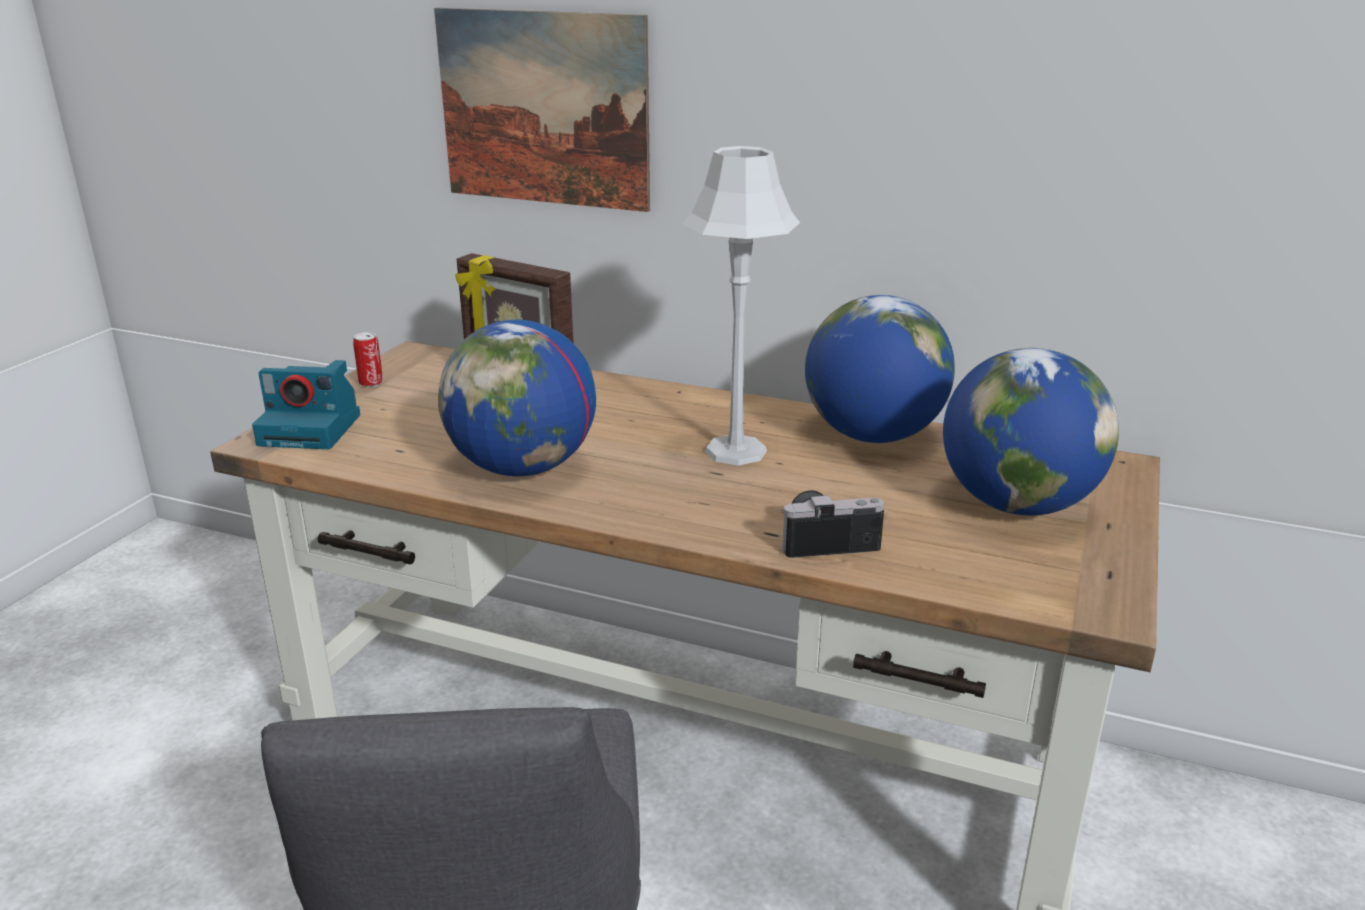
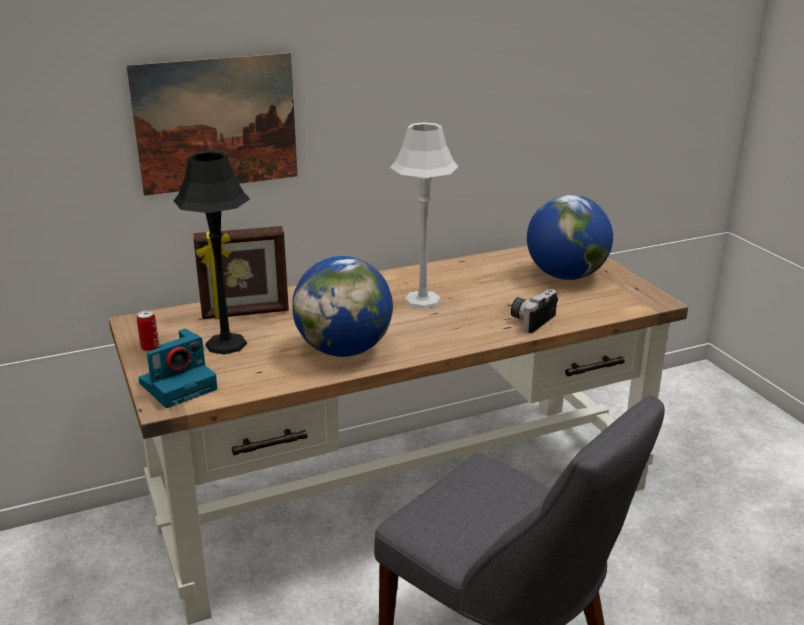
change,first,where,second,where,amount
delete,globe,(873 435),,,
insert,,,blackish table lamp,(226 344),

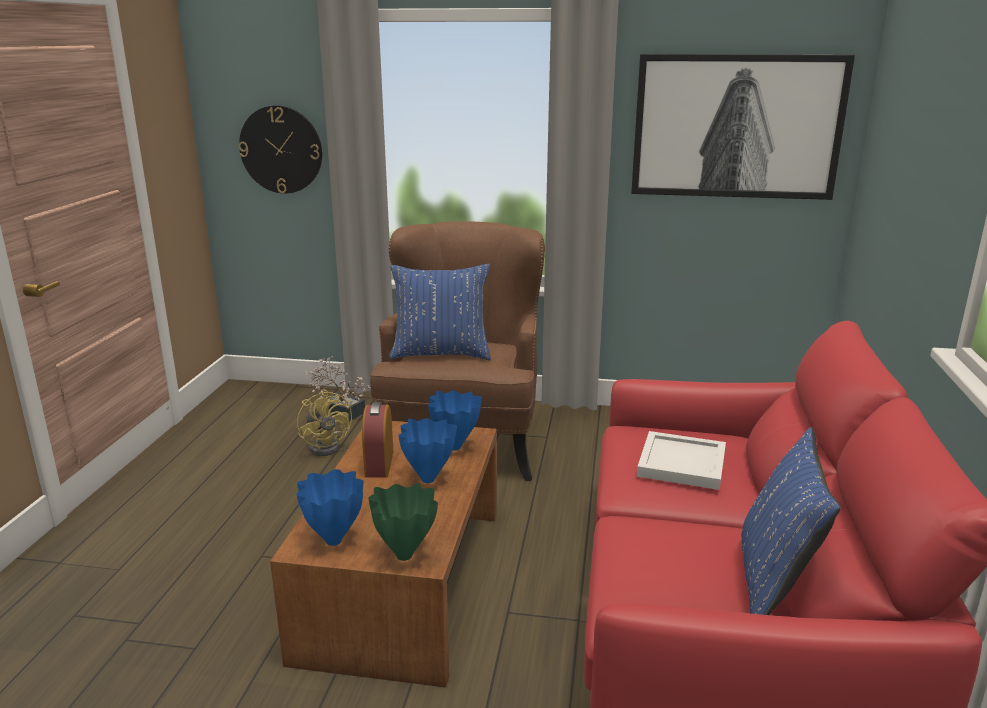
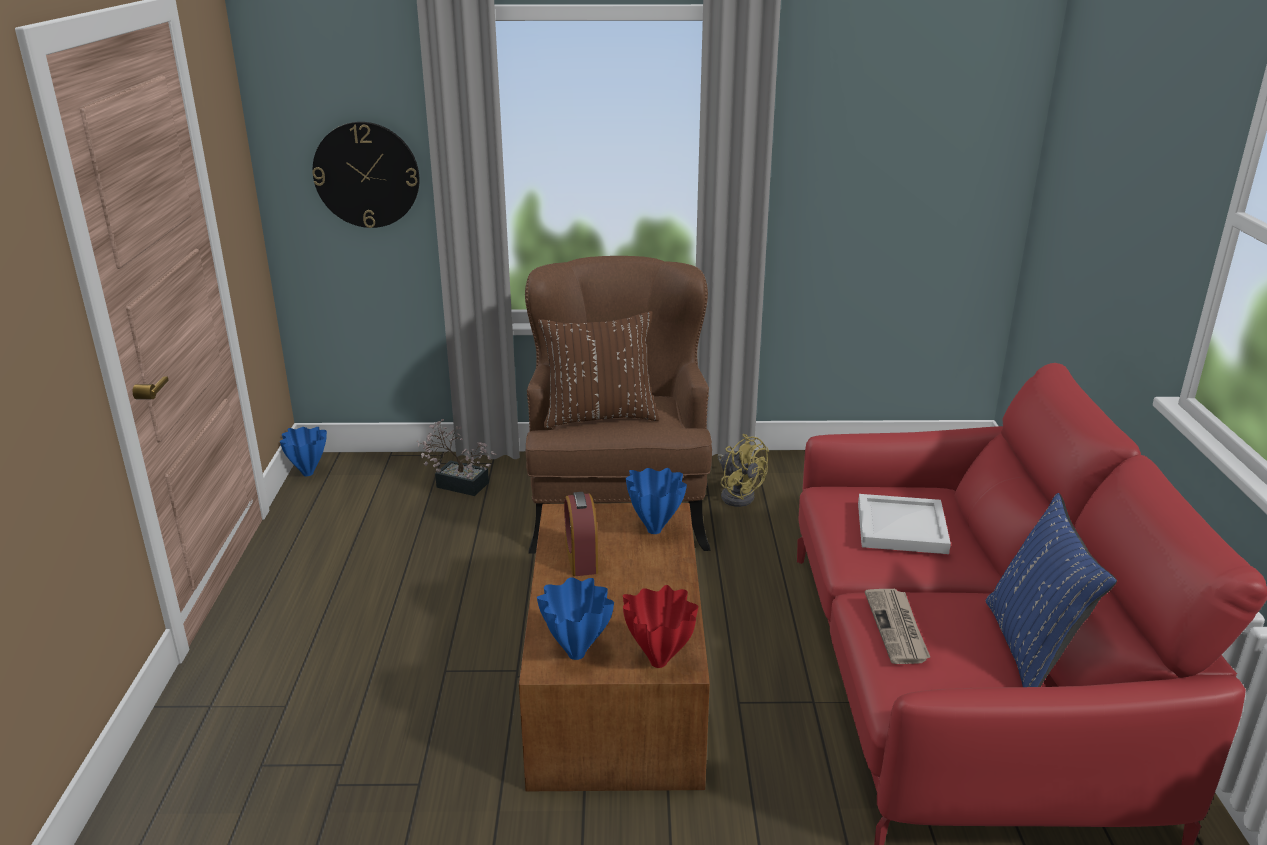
change,first,where,second,where,amount
delete,picture,(736 127),,,
insert,,,newspaper,(897 628),
move,yellow-coloured electric fan,(328 446),,(738 494),
move,blue decorative vase,(428 480),,(308 474),
recolor,greenish decorative vase,(405 556),red-coloured decorative vase,(660 663),
recolor,blue pillow,(441 354),brown pillow,(599 416),

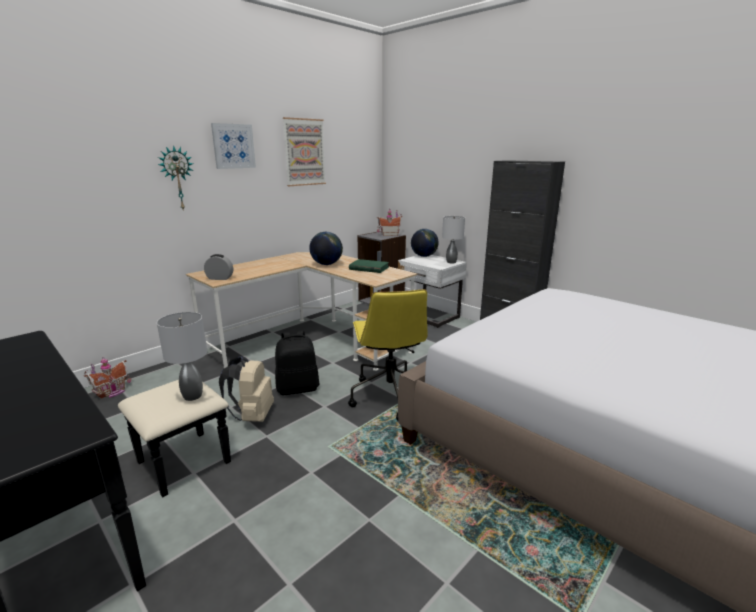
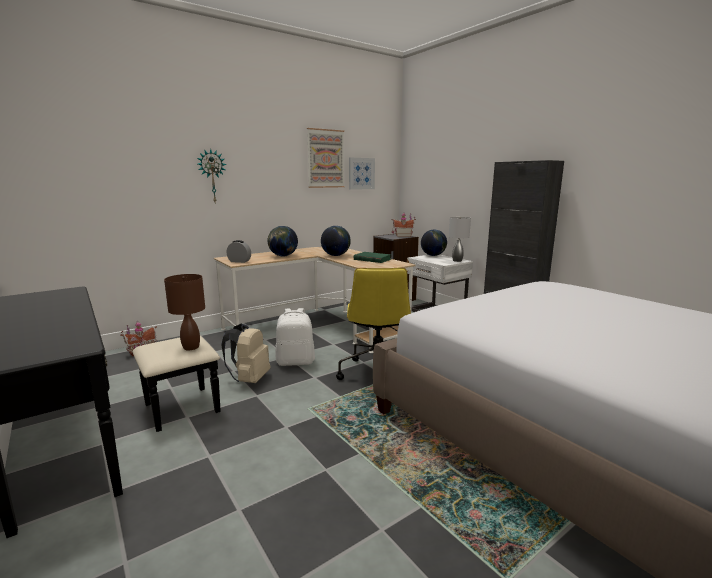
change,first,where,second,where,amount
insert,,,globe,(283 256),
move,picture,(233 146),,(361 173),
recolor,grey table lamp,(193 395),brown table lamp,(191 347),
recolor,blackish rucksack,(298 388),white-coloured rucksack,(296 361),

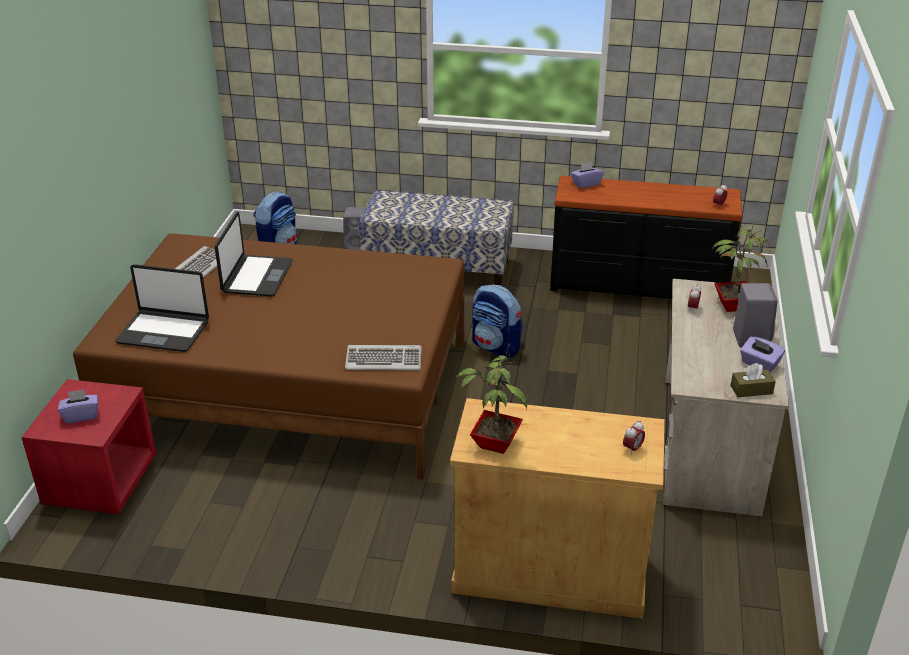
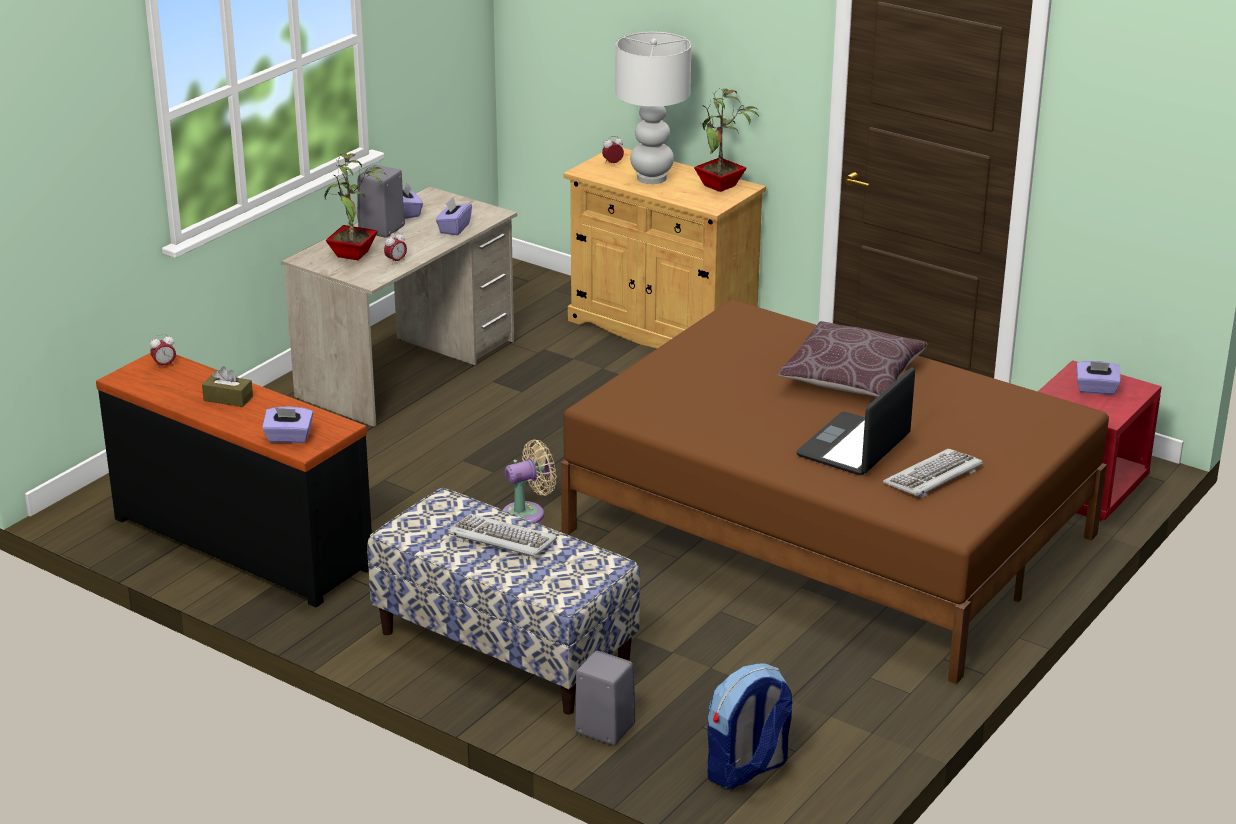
change,first,where,second,where,amount
delete,portable computer,(164 331),,,
insert,,,purple-coloured tissue holder,(454 228),
insert,,,white-coloured table lamp,(651 178),
insert,,,brown pillow,(851 378),
move,keyboard,(384 360),,(501 539),
move,brown tissue holder,(751 390),,(228 398),
replace,rucksack,(496 346),beige electric fan,(527 513),

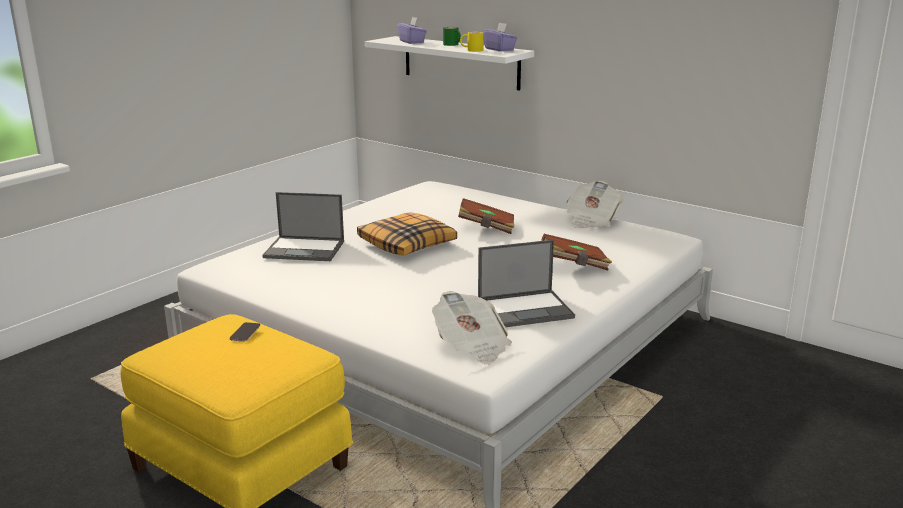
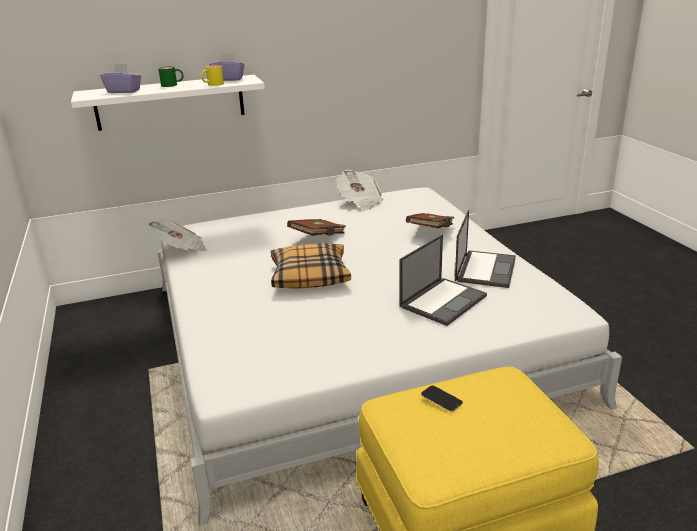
change,first,where,second,where,amount
move,portable computer,(305 249),,(443 301),
move,newspaper,(472 346),,(181 249),

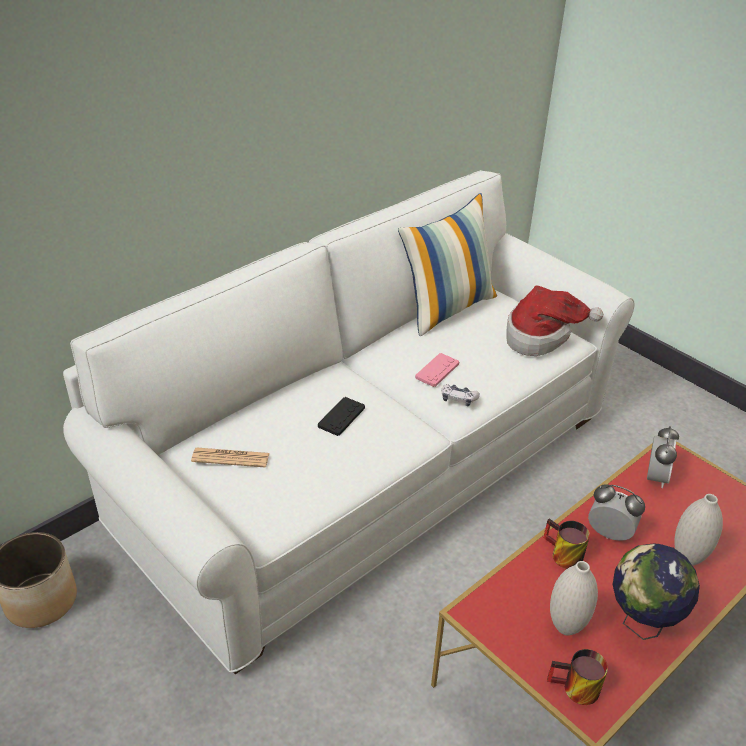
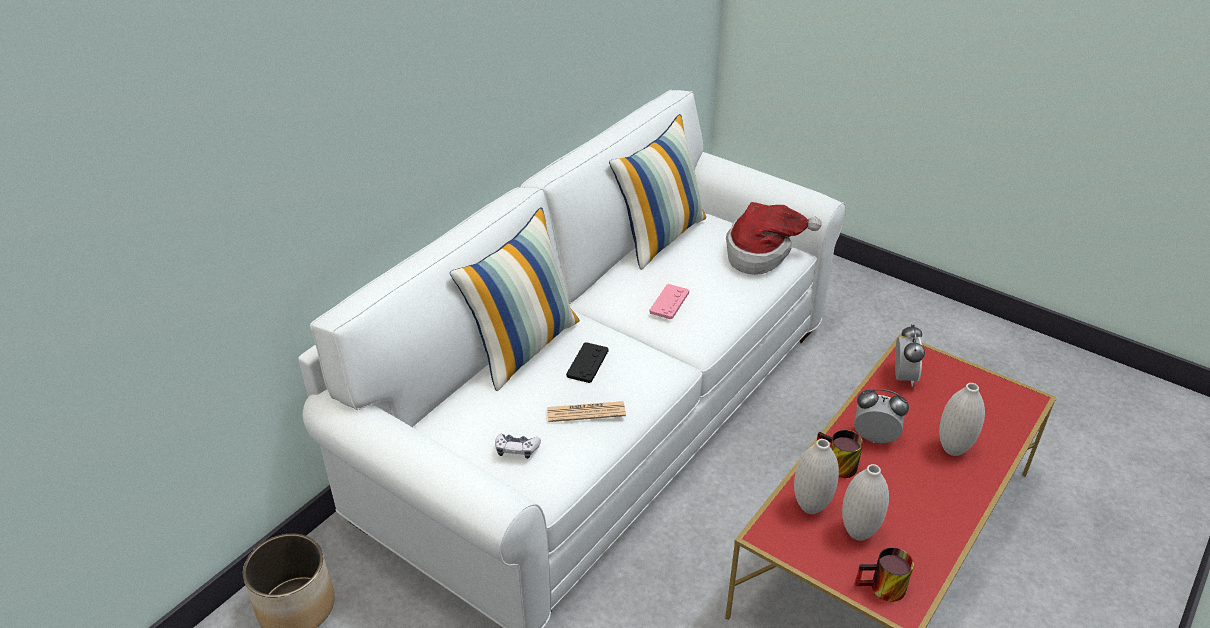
change,first,where,second,where,amount
delete,globe,(641 623),,,
insert,,,pillow,(523 346),
insert,,,white-coloured decorative vase,(810 506),
move,newspaper,(230 458),,(586 412),
move,game controller,(458 399),,(516 449),

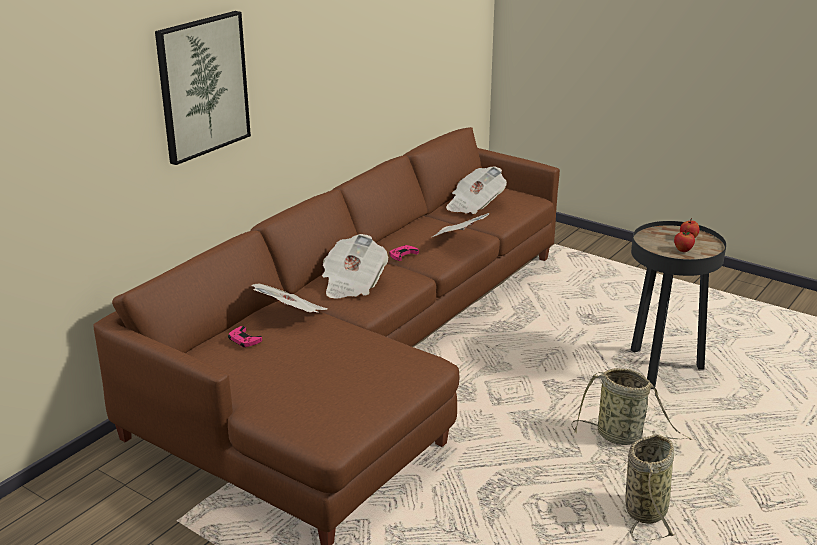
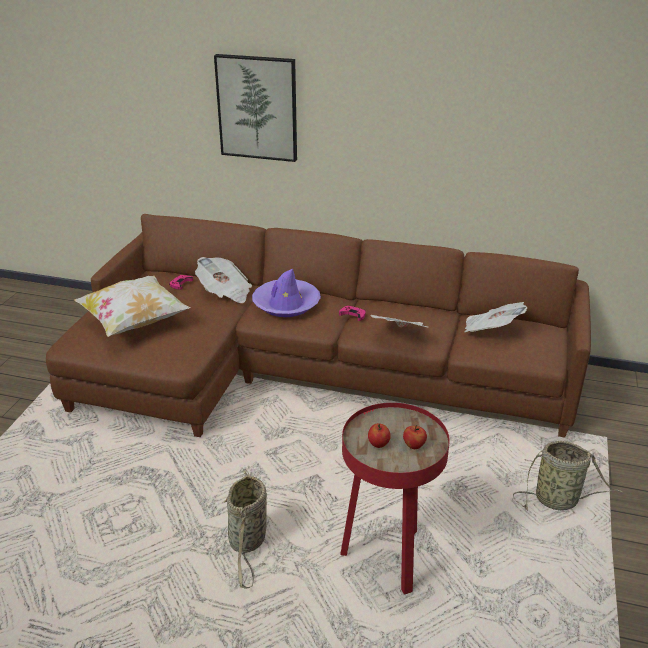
change,first,where,second,where,amount
insert,,,pillow,(135 322),
move,household basket,(646 508),,(559 500),
replace,newspaper,(352 284),purple-coloured hat,(286 304),
recolor,blackish end table,(662 369),red-coloured end table,(387 558),

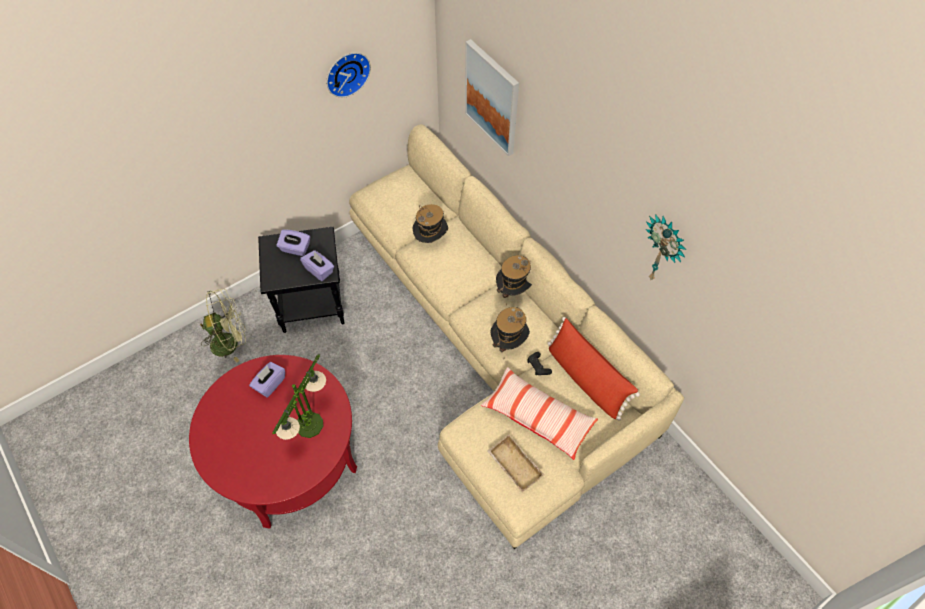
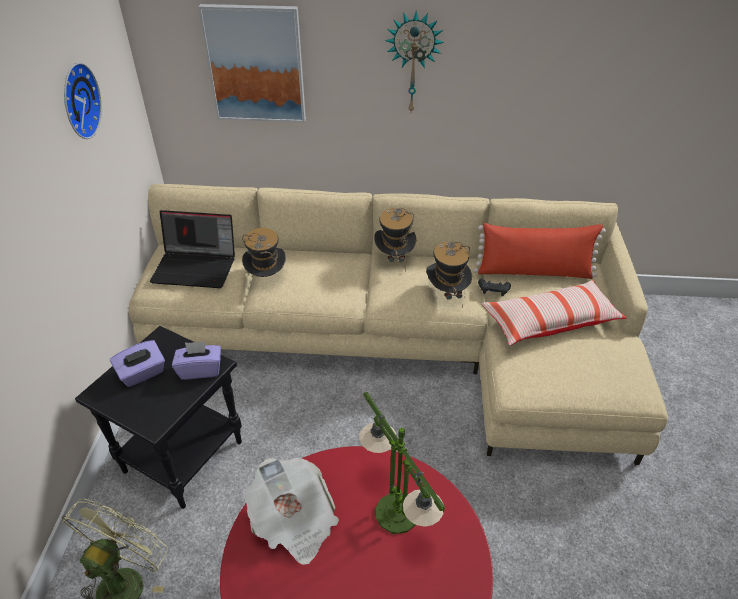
change,first,where,second,where,amount
delete,beige tray,(513 465),,,
insert,,,portable computer,(196 267),
move,clock on the wall,(663 250),,(413 63),
replace,purple-coloured tissue holder,(269 384),newspaper,(294 522),

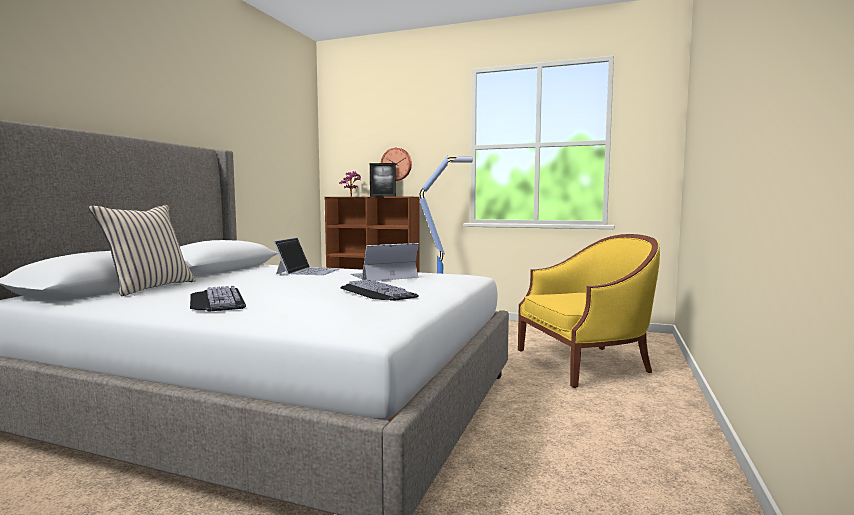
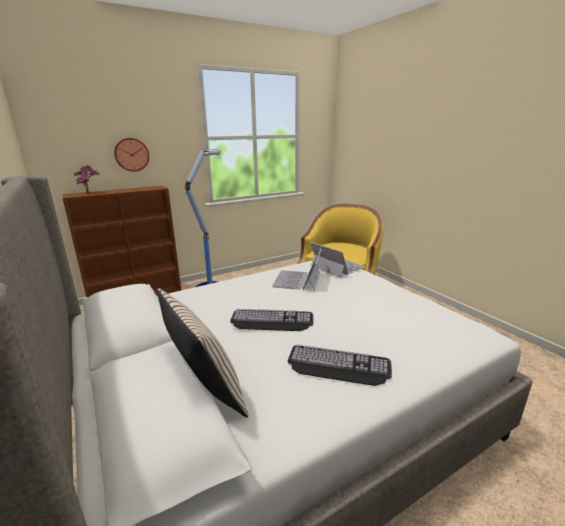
change,first,where,second,where,amount
delete,picture frame,(382 196),,,
move,portable computer,(308 271),,(337 266),
move,keyboard,(373 292),,(271 321),

